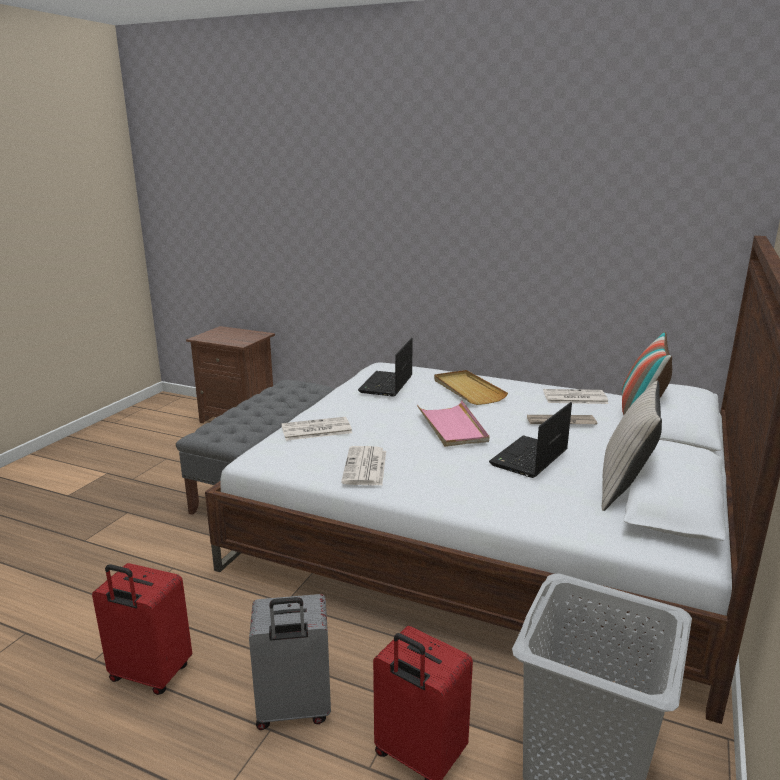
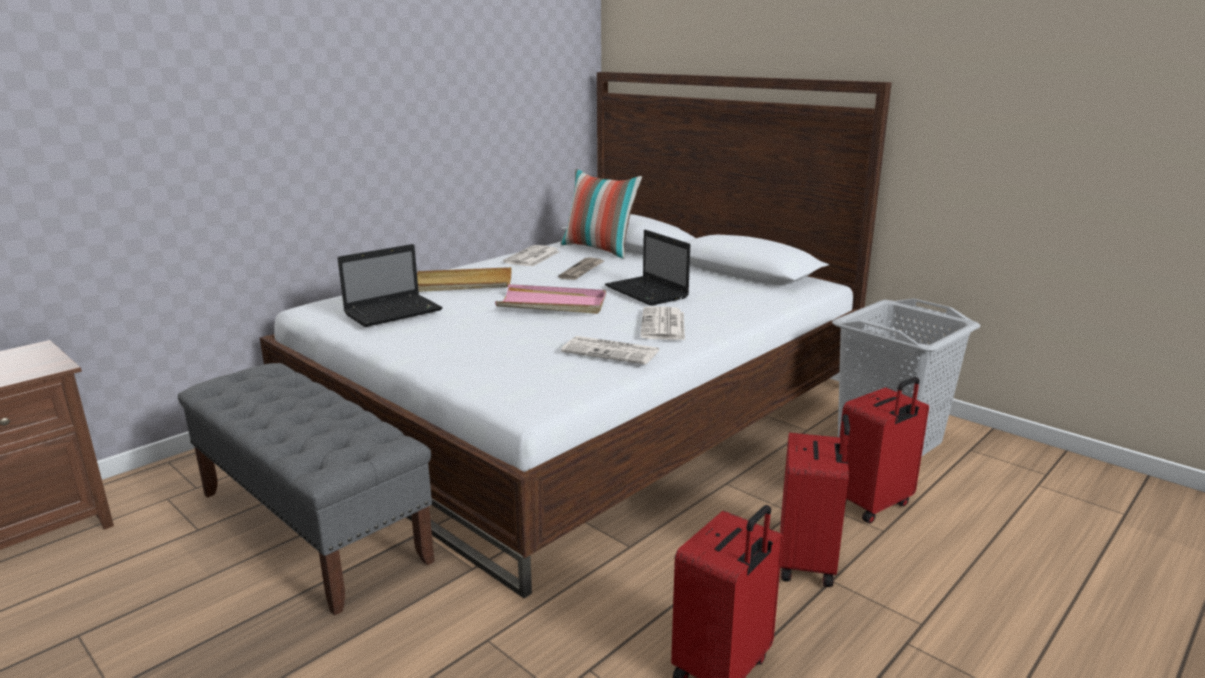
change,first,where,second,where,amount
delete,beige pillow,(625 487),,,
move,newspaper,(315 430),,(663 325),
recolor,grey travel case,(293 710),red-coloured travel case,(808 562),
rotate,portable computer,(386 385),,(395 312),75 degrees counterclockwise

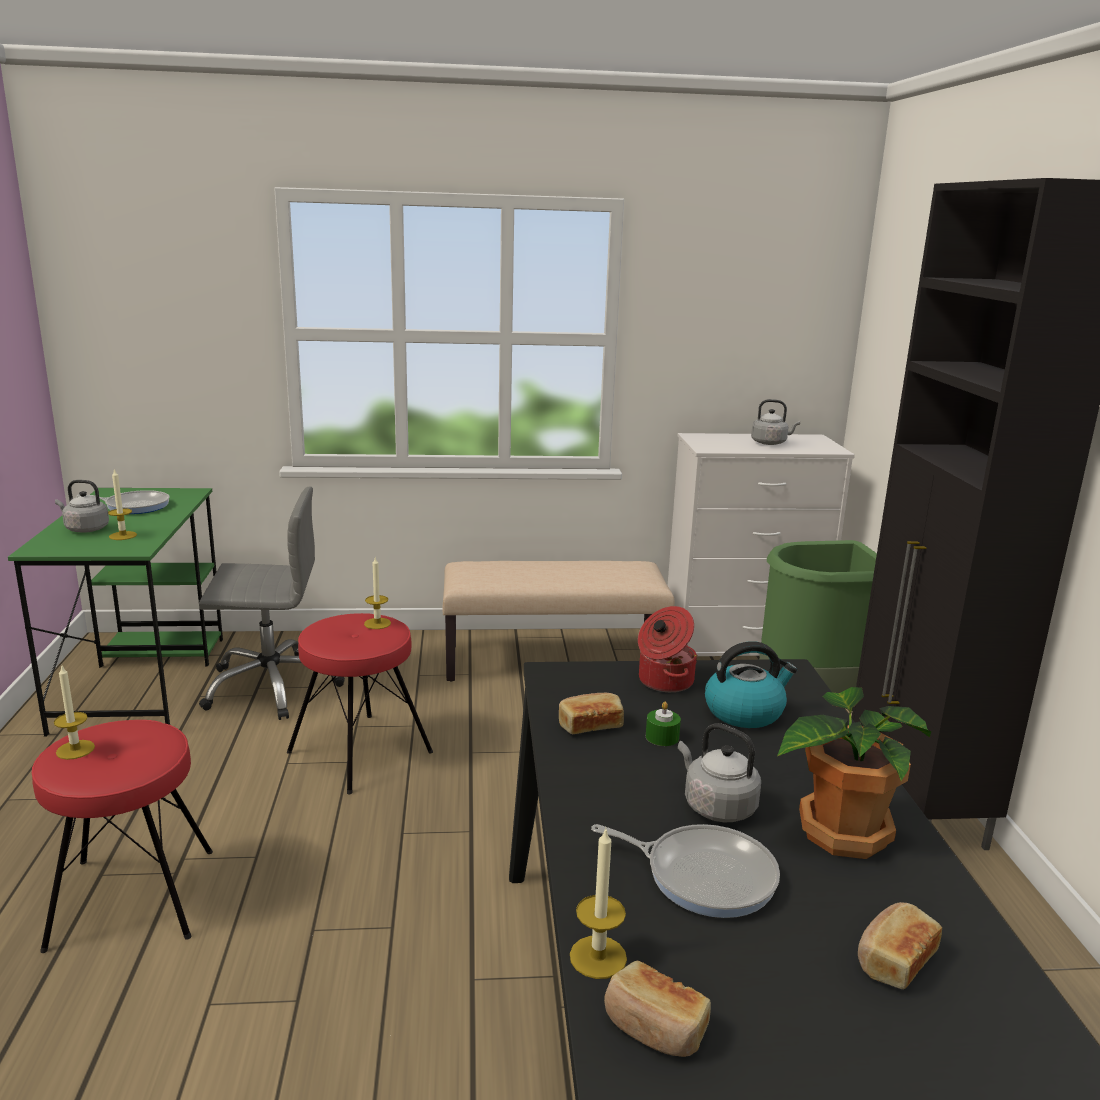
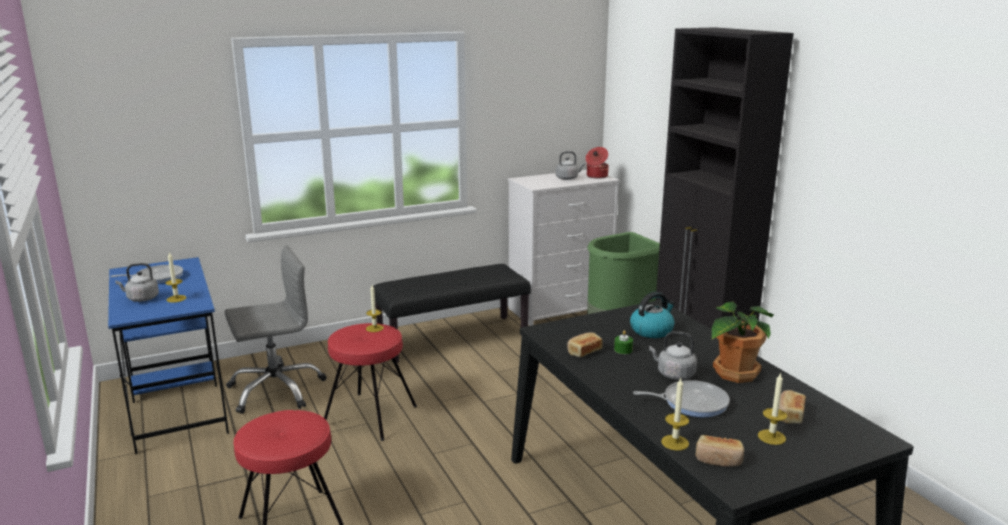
change,first,where,second,where,amount
move,wax candle,(75 749),,(771 437),
move,cooking pot,(664 681),,(596 176),
recolor,greenish desk,(143 681),blue desk,(177 405),
recolor,beige indoor bench,(554 661),blackish indoor bench,(453 338),

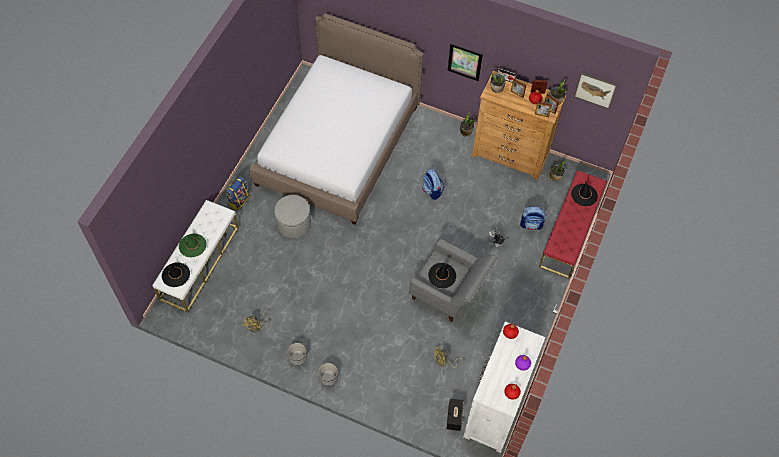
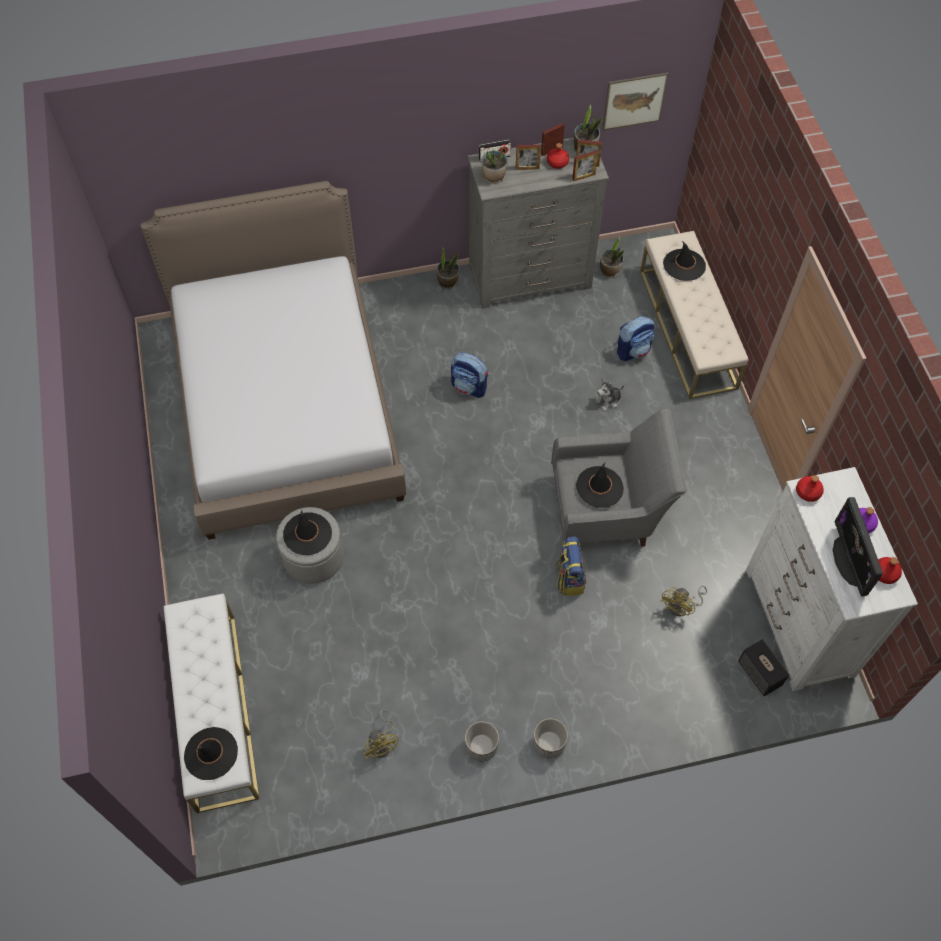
change,first,where,second,where,amount
delete,greenish hat,(192 245),,,
delete,picture,(465 62),,,
insert,,,blackish hat,(307 534),
insert,,,monitor,(849 561),
move,rucksack,(238 200),,(569 578),
recolor,brown drawer chest,(510 155),grey drawer chest,(530 277),
recolor,red-coloured indoor bench,(570 231),beige indoor bench,(687 329),

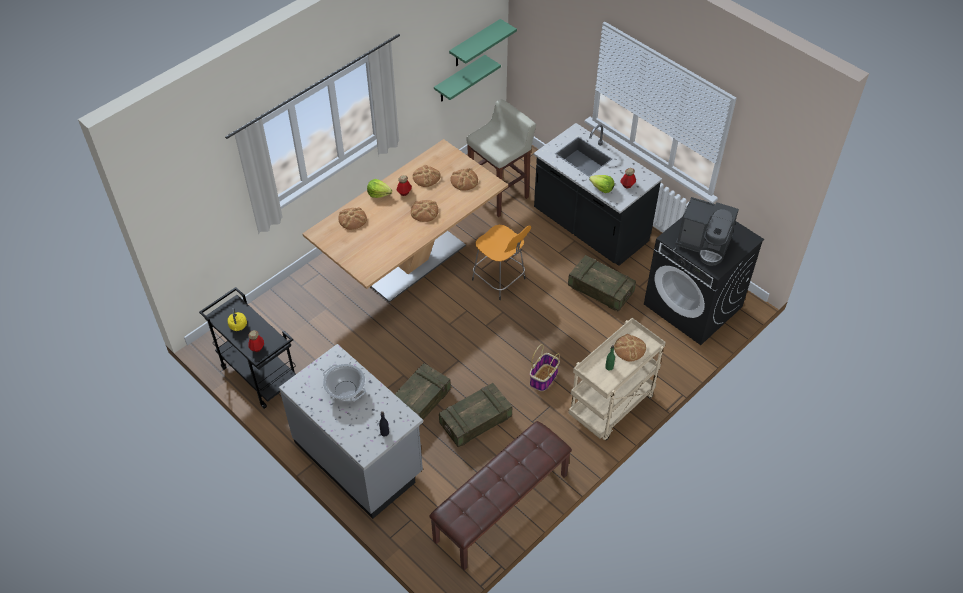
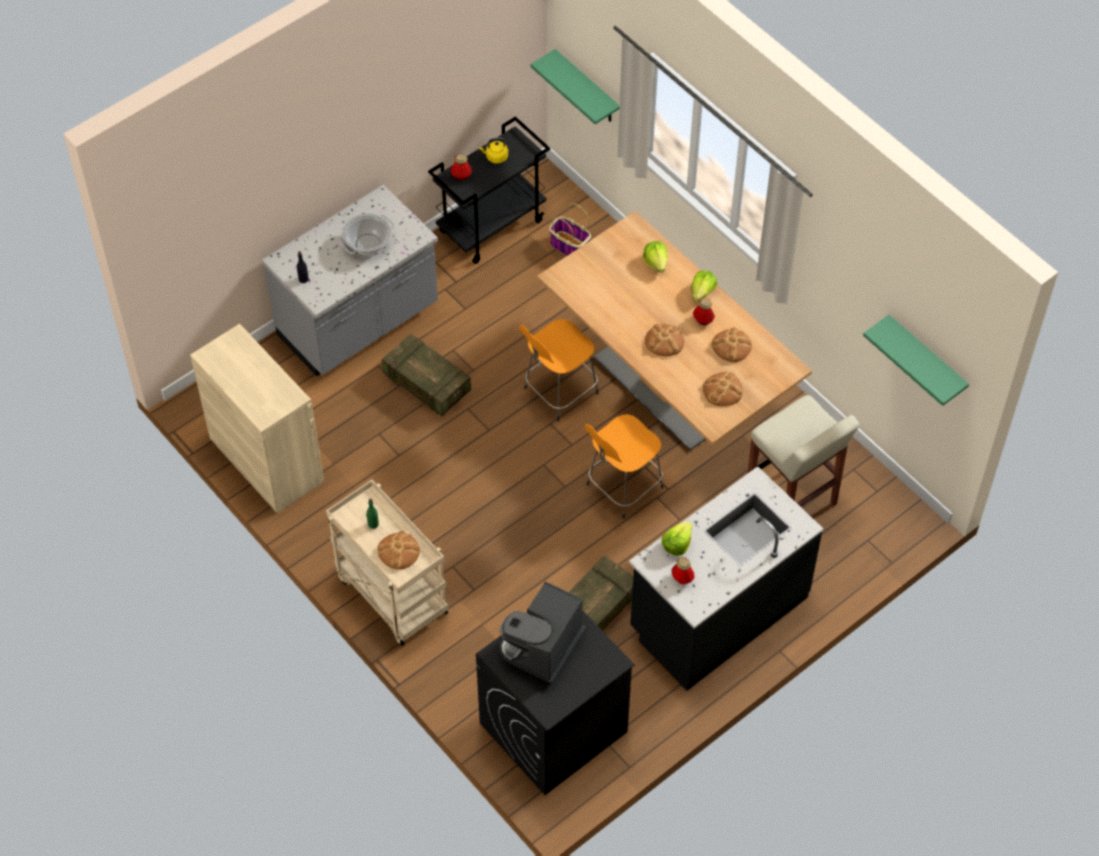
change,first,where,second,where,amount
delete,shipping crate,(475 421),,,
insert,,,orangey stool seat,(558 392),
move,greenish bracket shelf,(459 79),,(587 88),
move,household basket,(543 378),,(569 246),
replace,bakery bread,(352 219),lettuce,(656 262),
replace,brown indoor bench,(501 508),beige storage cabinet,(266 460),

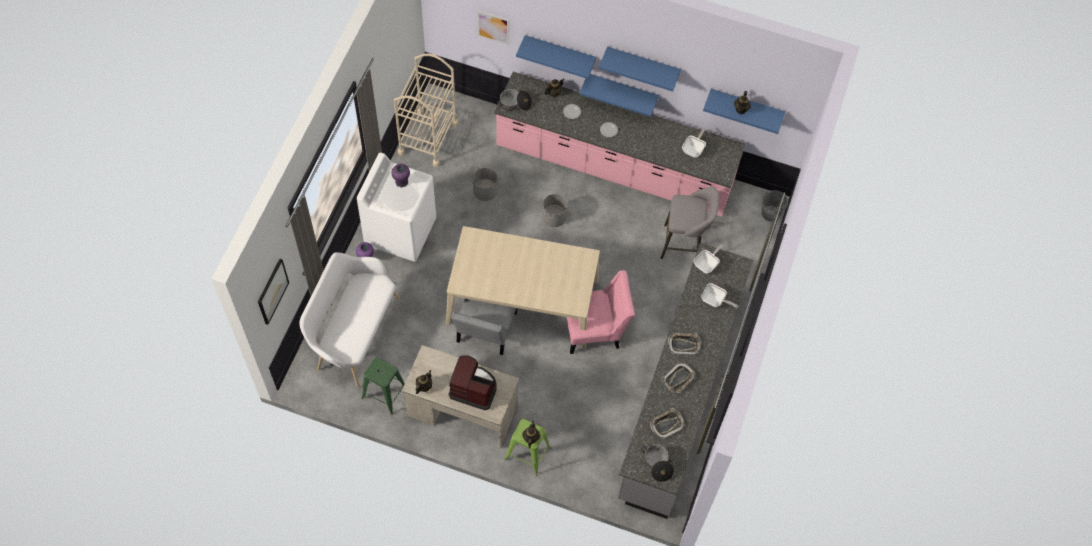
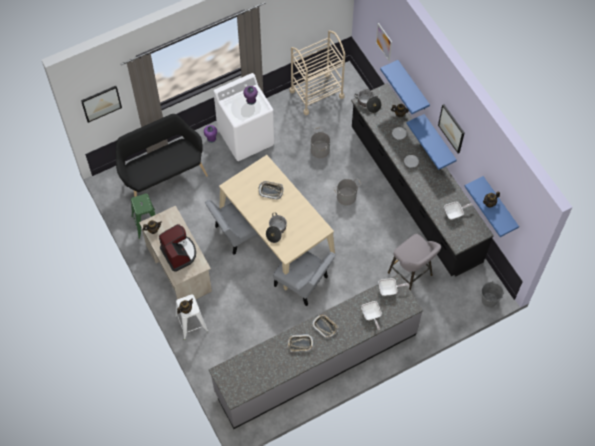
change,first,where,second,where,amount
move,cooking pot,(657 465),,(276 230),
move,tray,(667 424),,(271 191),
replace,blue bracket shelf,(643 64),picture,(451 128),
recolor,white-coloured indoor bench,(354 334),blackish indoor bench,(163 176),
recolor,pinkish kitchen base unit,(614 167),blackish kitchen base unit,(414 195),
recolor,greenish stool seat,(528 454),white-coloured stool seat,(191 323),
recolor,pinkish upright chair,(595 329),grey upright chair,(303 283),

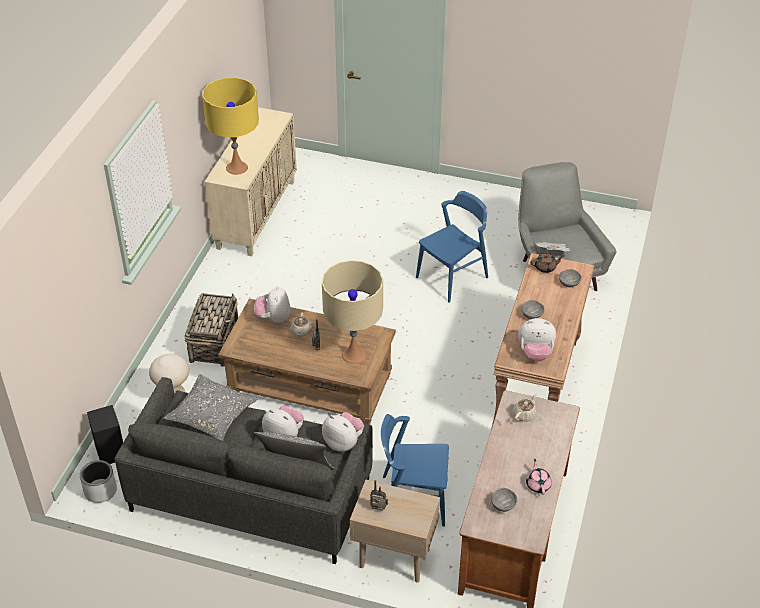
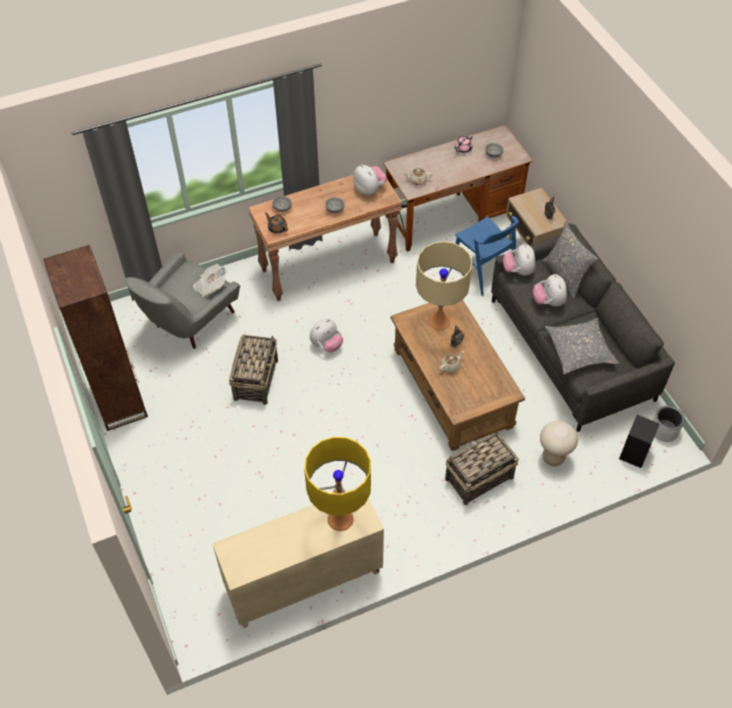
change,first,where,second,where,amount
insert,,,brown bookcase,(120 400),
move,plush toy,(273 318),,(326 345),
replace,blue upright chair,(452 277),household basket,(256 379),

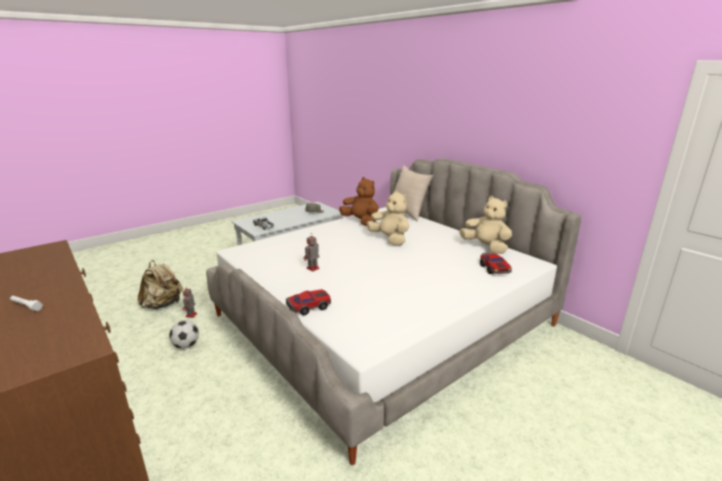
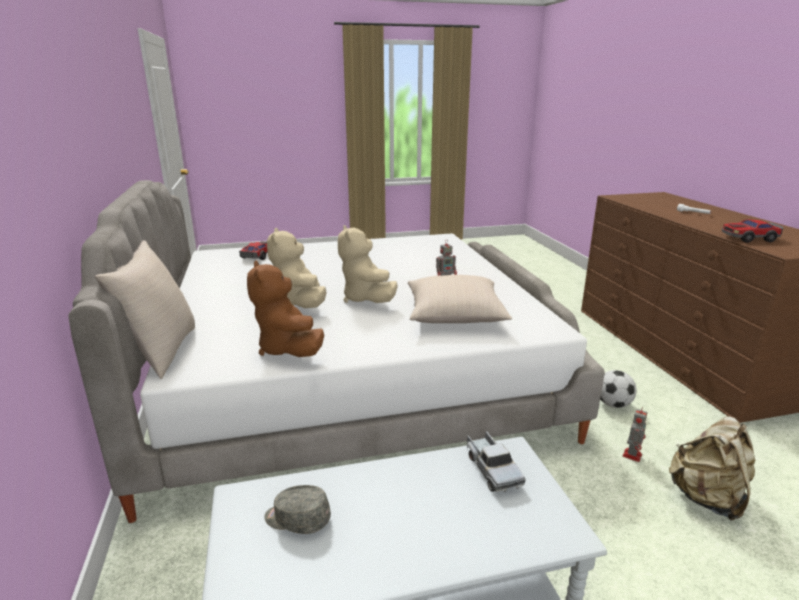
change,first,where,second,where,amount
insert,,,beige pillow,(454 315),
move,miniature car,(309 306),,(749 238),
move,beige plush toy,(485 247),,(366 299),

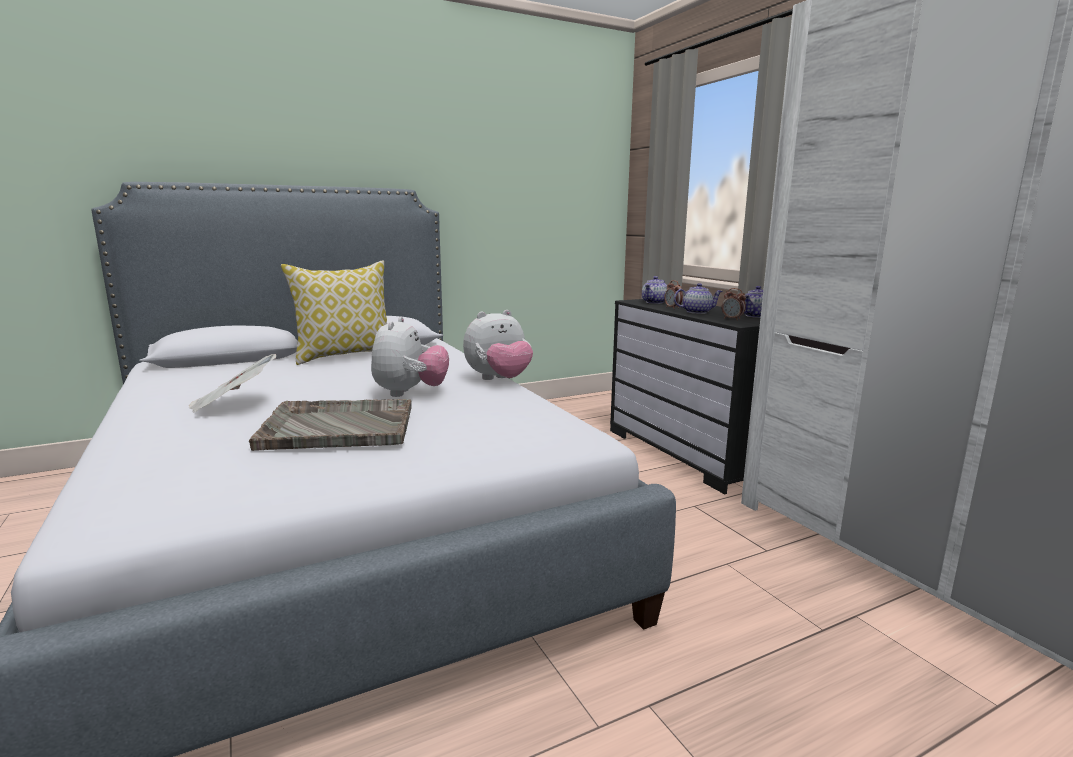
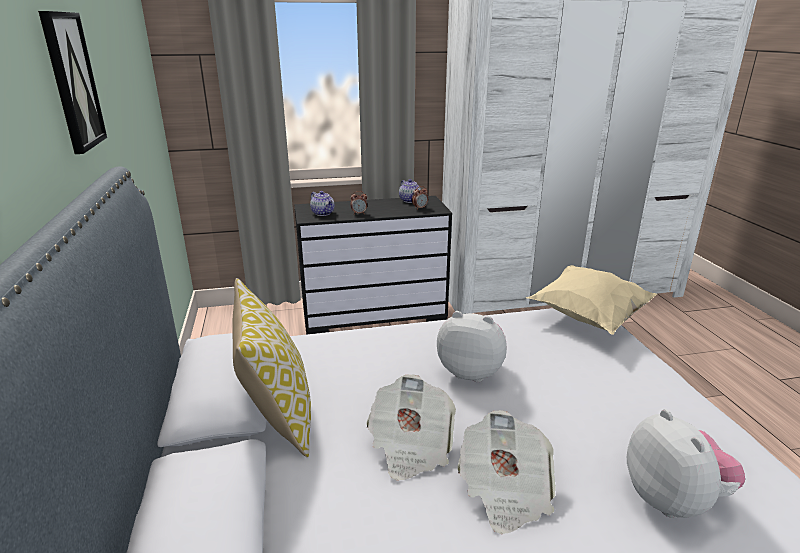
change,first,where,second,where,amount
delete,grey tray,(337 427),,,
delete,tea pot,(697 312),,,
insert,,,picture,(72 82),
insert,,,newspaper,(410 446),
insert,,,beige pillow,(587 319),
move,plush toy,(499 380),,(673 499),

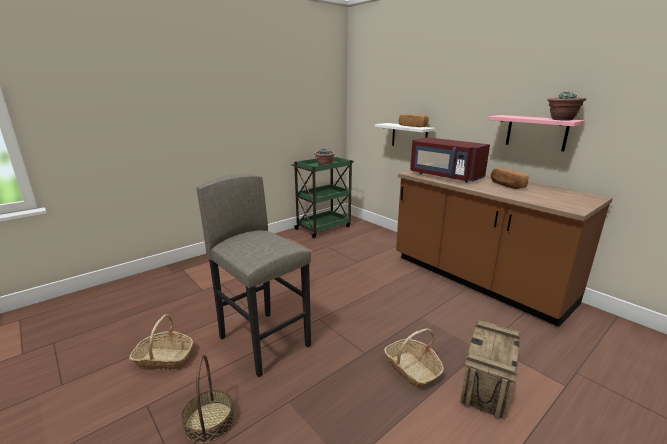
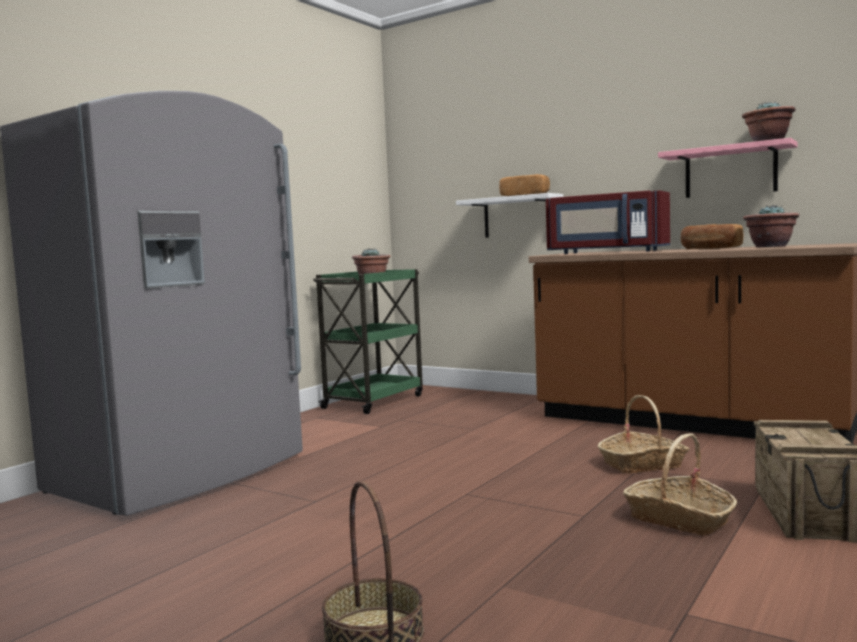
change,first,where,second,where,amount
delete,grey stool seat,(264 341),,,
insert,,,grey refrigerator,(182 474),
insert,,,houseplant,(770 246),
move,household basket,(164 358),,(642 464),

